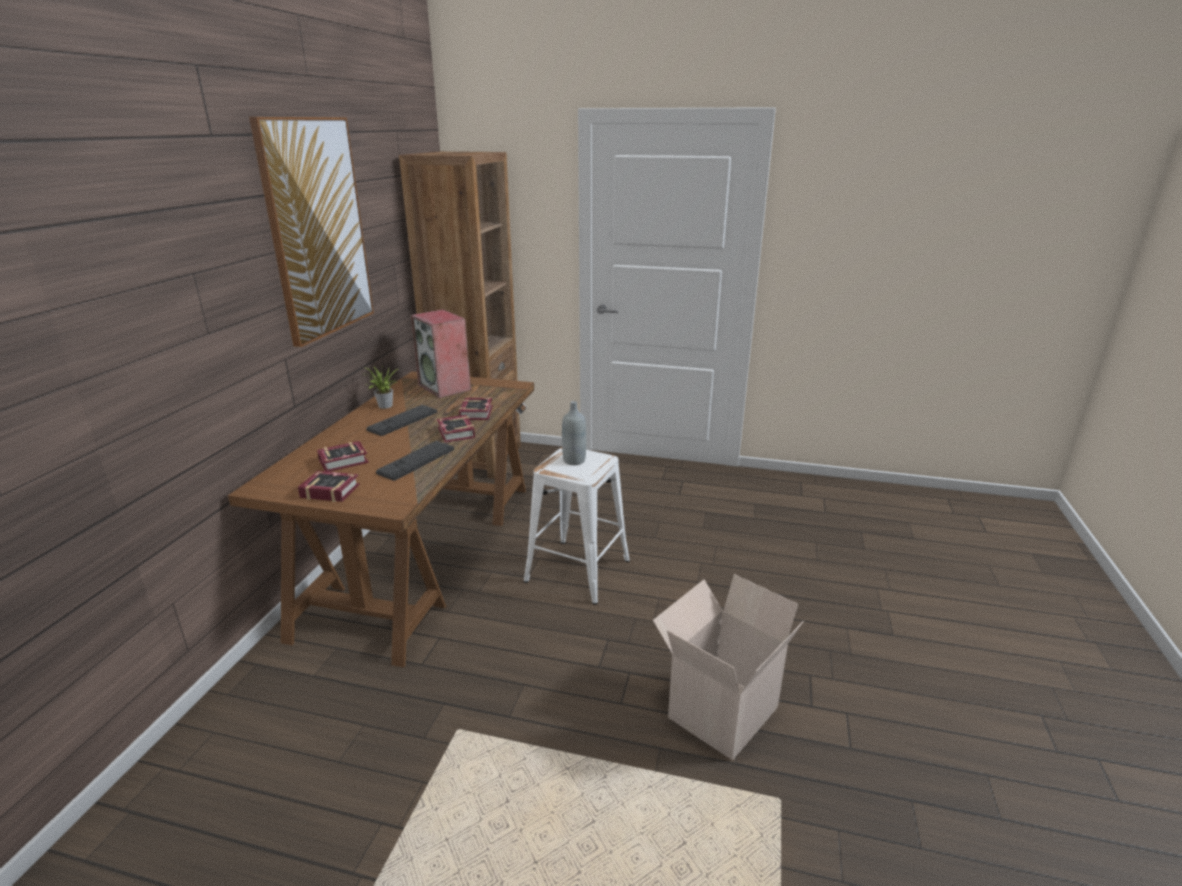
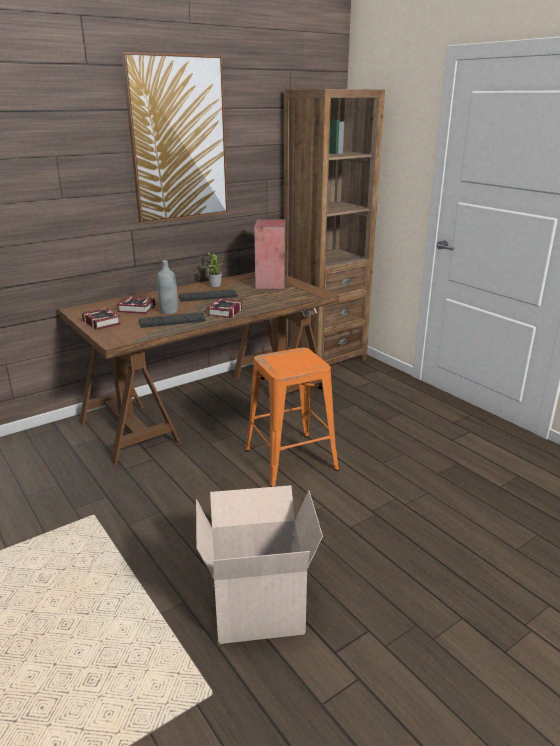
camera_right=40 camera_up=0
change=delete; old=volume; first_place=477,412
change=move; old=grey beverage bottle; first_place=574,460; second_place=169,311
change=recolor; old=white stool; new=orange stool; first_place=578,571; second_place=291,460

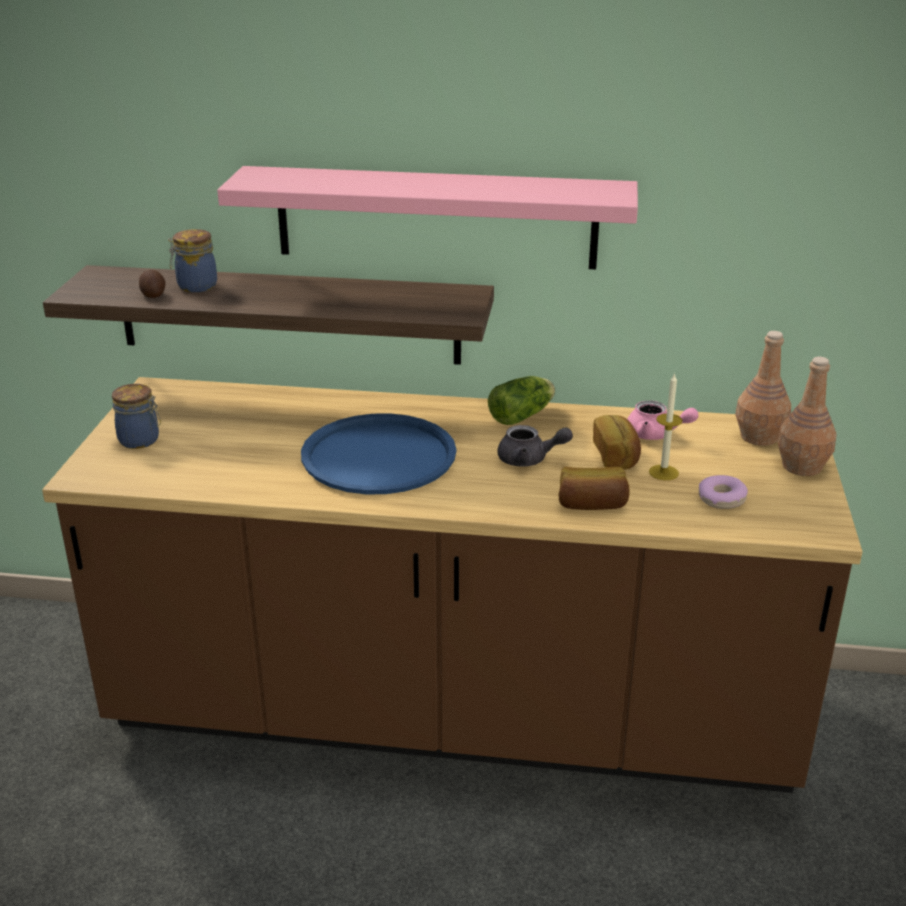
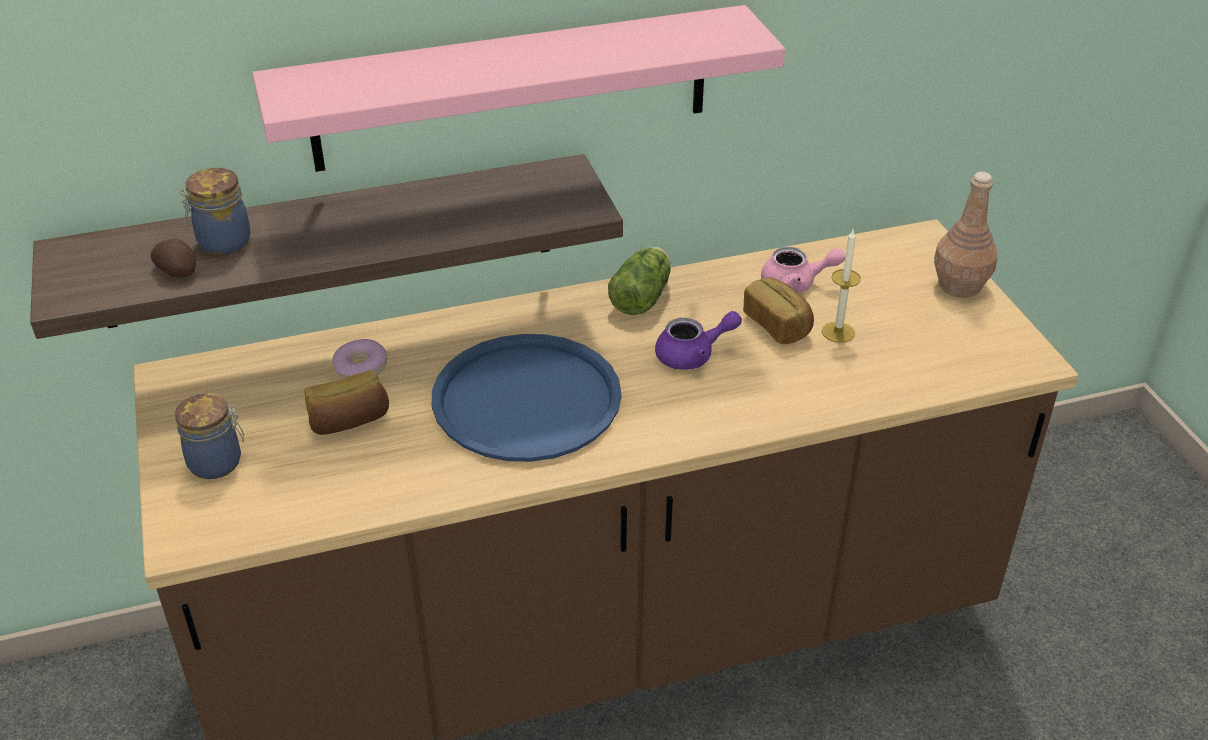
camera_right=-25 camera_up=10
change=delete; old=brownish beverage bottle; first_place=759,437
change=move; old=bakery bread; first_place=591,505; second_place=349,421
change=move; old=donut; first_place=721,499; second_place=361,367
change=recolor; old=grey pot for tea; new=purple pot for tea; first_place=529,459; second_place=693,355

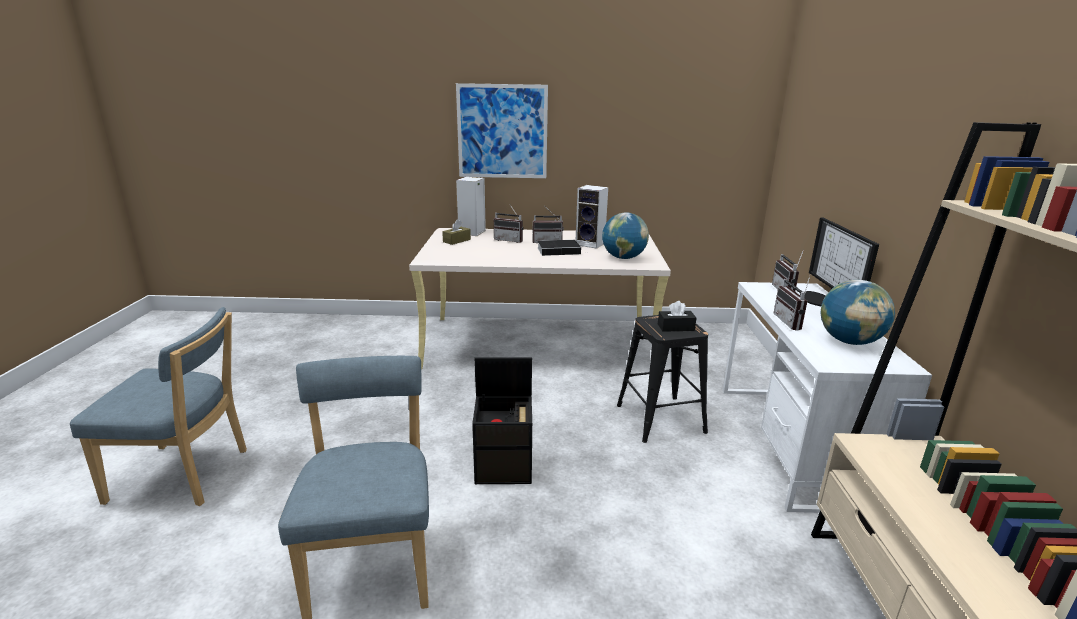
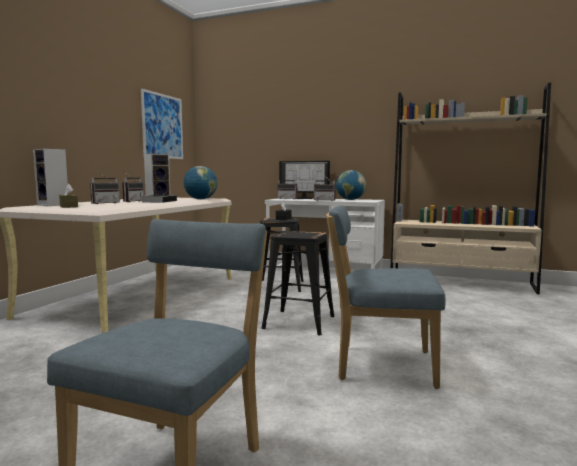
camera_right=-70 camera_up=-15
change=move; old=wall picture; first_place=502,132; second_place=162,126
change=replace; old=black-coloured storage container; new=black-coloured stool; first_place=505,467; second_place=298,322

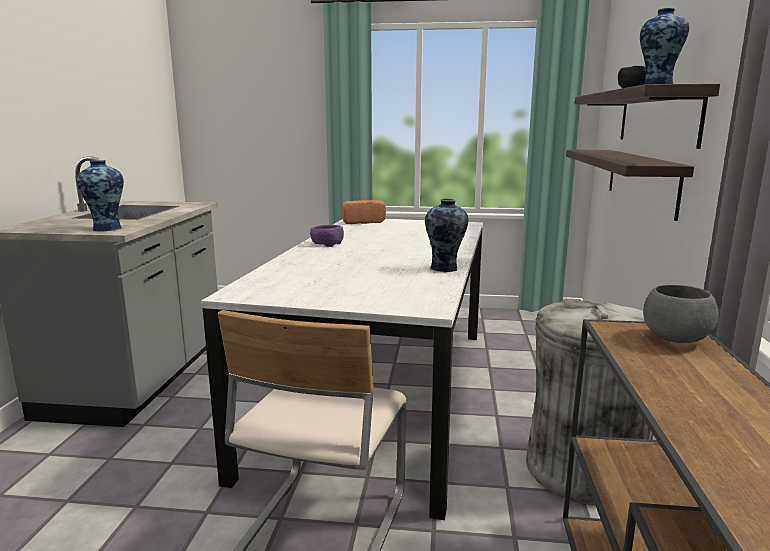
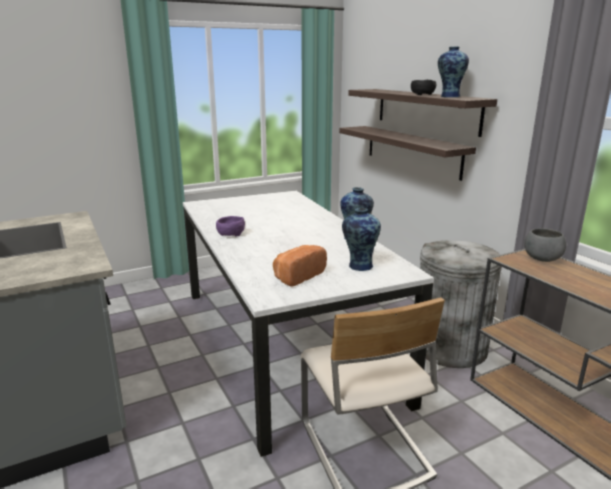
camera_right=-35 camera_up=5
change=move; old=vase; first_place=107,228; second_place=359,266
change=move; old=bakery bread; first_place=362,222; second_place=297,276

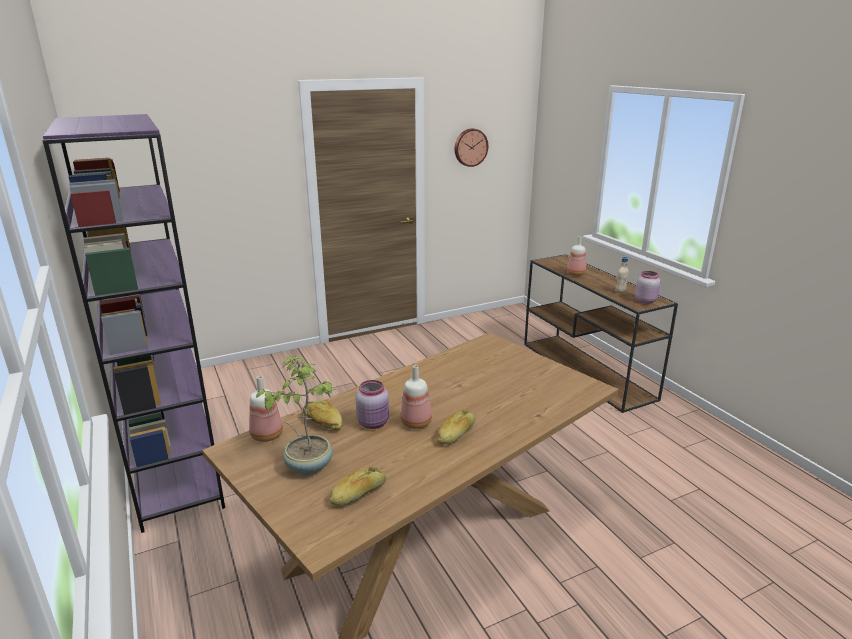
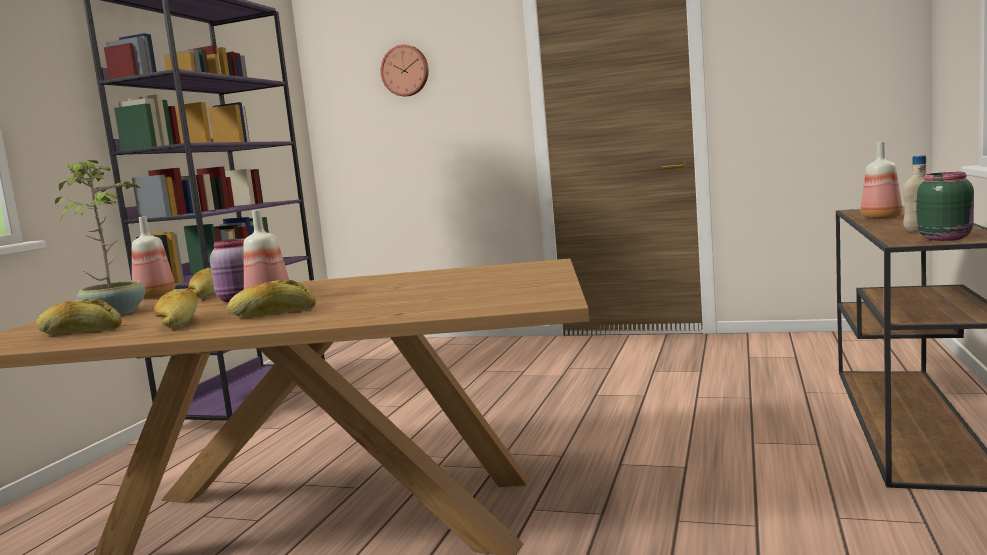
camera_right=45 camera_up=-15
change=insert; new=bakery bread; second_place=179,323
change=move; old=wall clock; first_place=470,147; second_place=405,71
change=recolor; old=pink-coloured preserve jar; new=green preserve jar; first_place=645,300; second_place=946,238

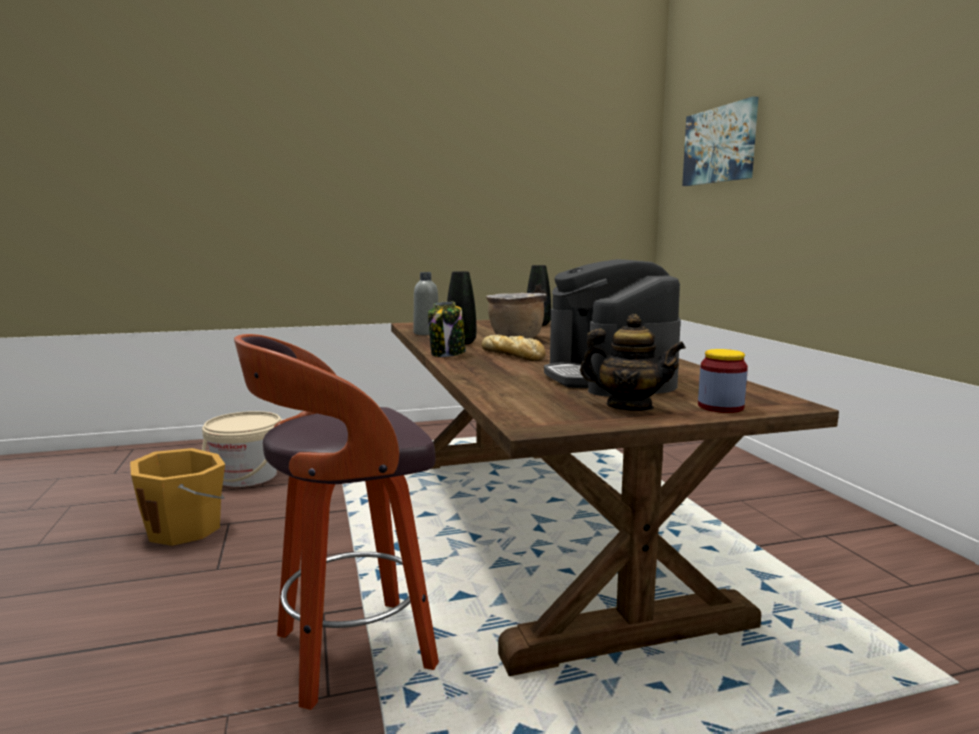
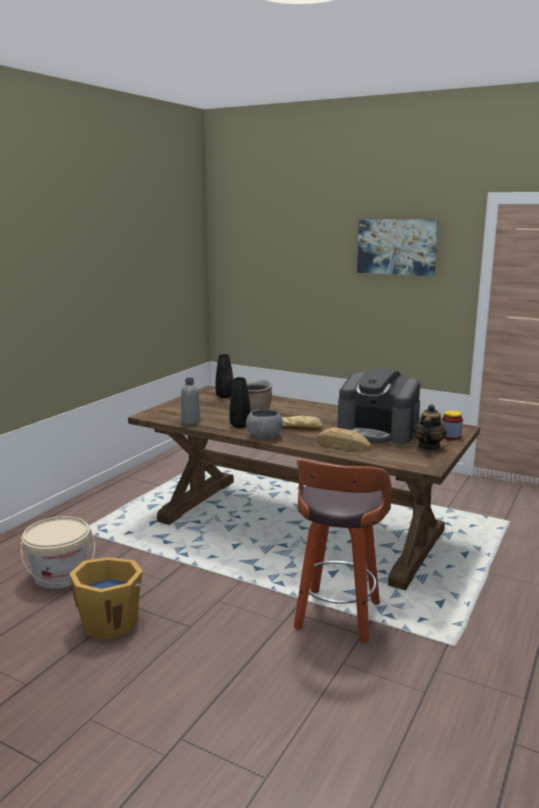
camera_right=-45 camera_up=5
change=insert; new=bakery bread; second_place=342,445
change=move; old=wall picture; first_place=719,145; second_place=397,247
change=replace; old=preserve jar; new=grey serving bowl; first_place=447,354; second_place=264,436
change=rotate; old=pot for tea; first_place=629,407; second_place=428,446; degrees=-45

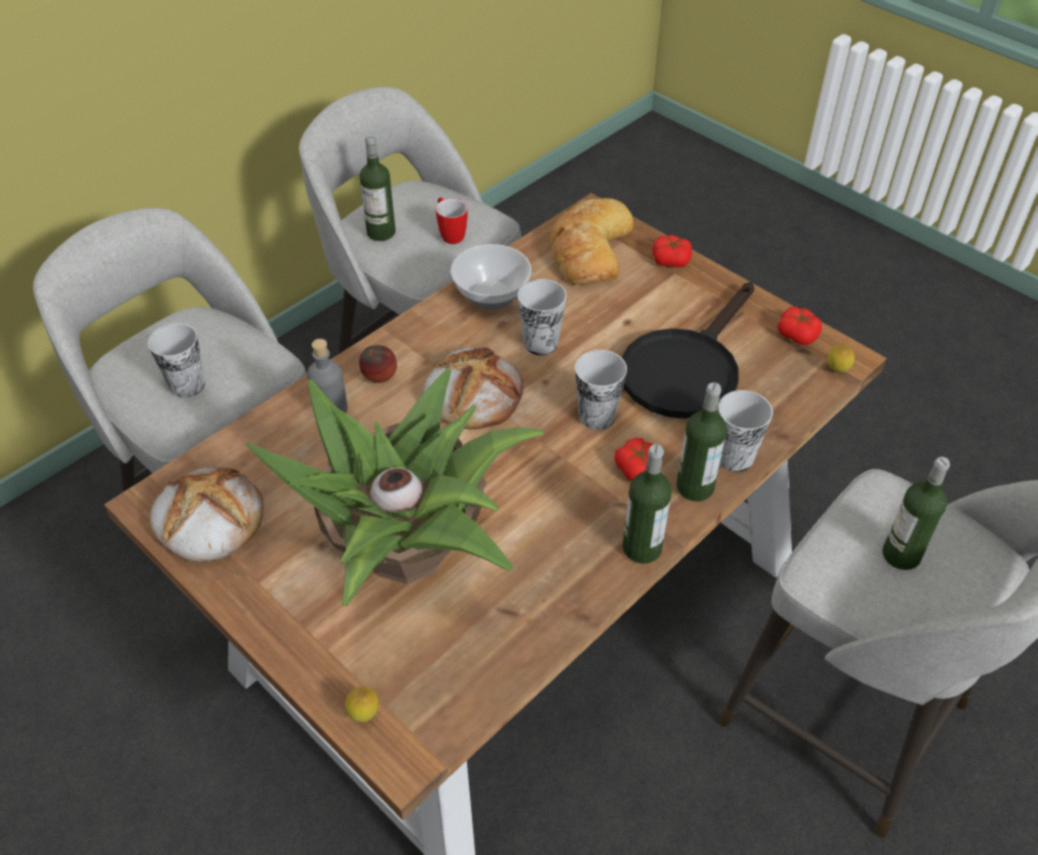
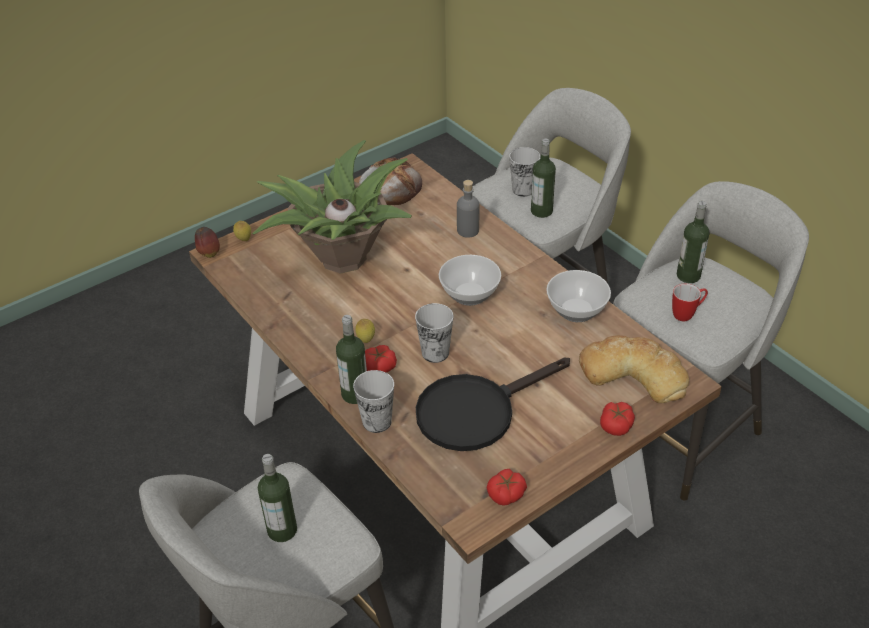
camera_right=100 camera_up=-5
change=delete; old=drinking cup; first_place=541,343
change=move; old=apple fruit; first_place=380,379; second_place=209,253
change=move; old=beverage bottle; first_place=642,548; second_place=541,211
change=move; old=whole lemon; first_place=836,371; second_place=366,340
change=replace; old=bakery bread; new=serving bowl; first_place=473,393; second_place=470,293
change=rotate; old=black-coloured frying pan; first_place=685,368; second_place=476,411; degrees=-75

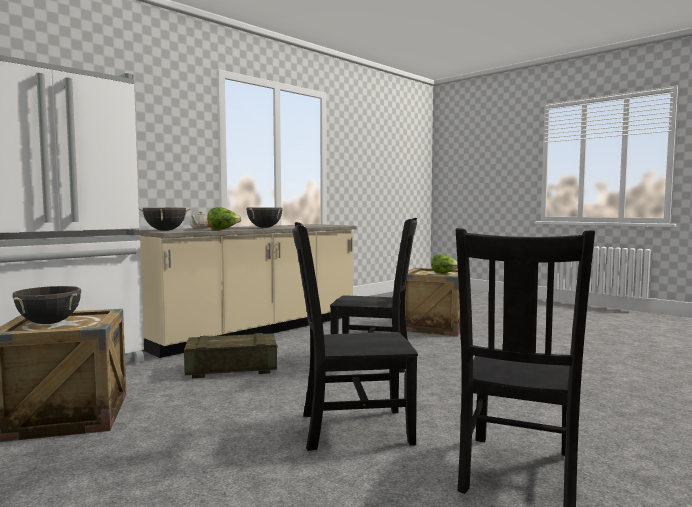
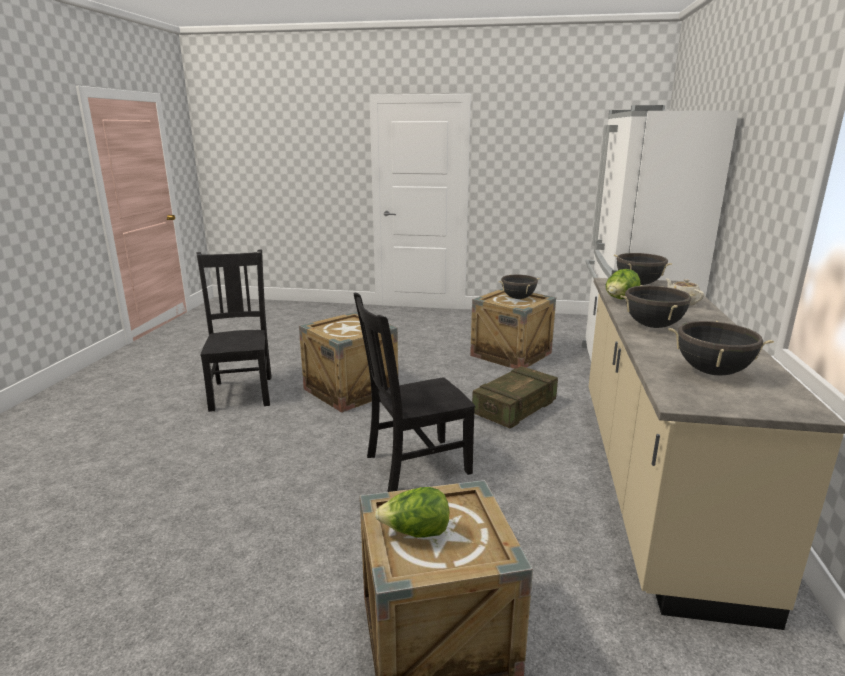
camera_right=145 camera_up=15
change=insert; new=black-coloured saucepot; second_place=712,372
change=replace; old=black-coloured upright chair; new=shipping crate; first_place=351,428; second_place=350,390

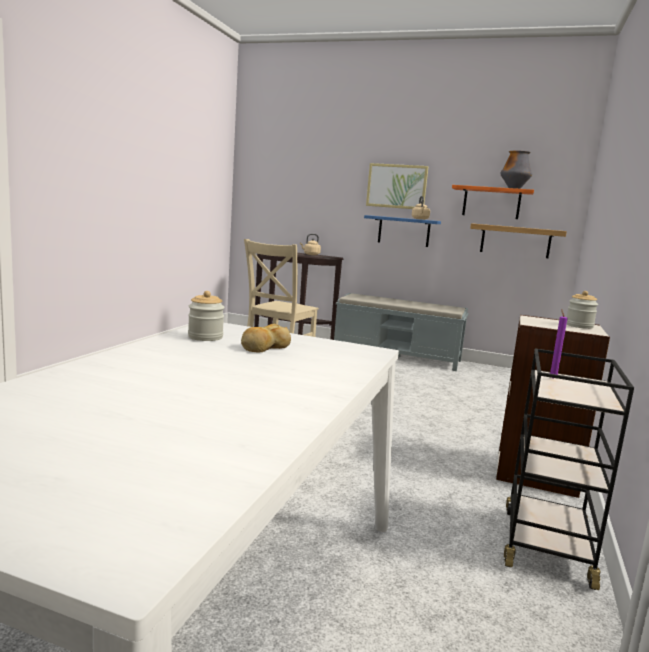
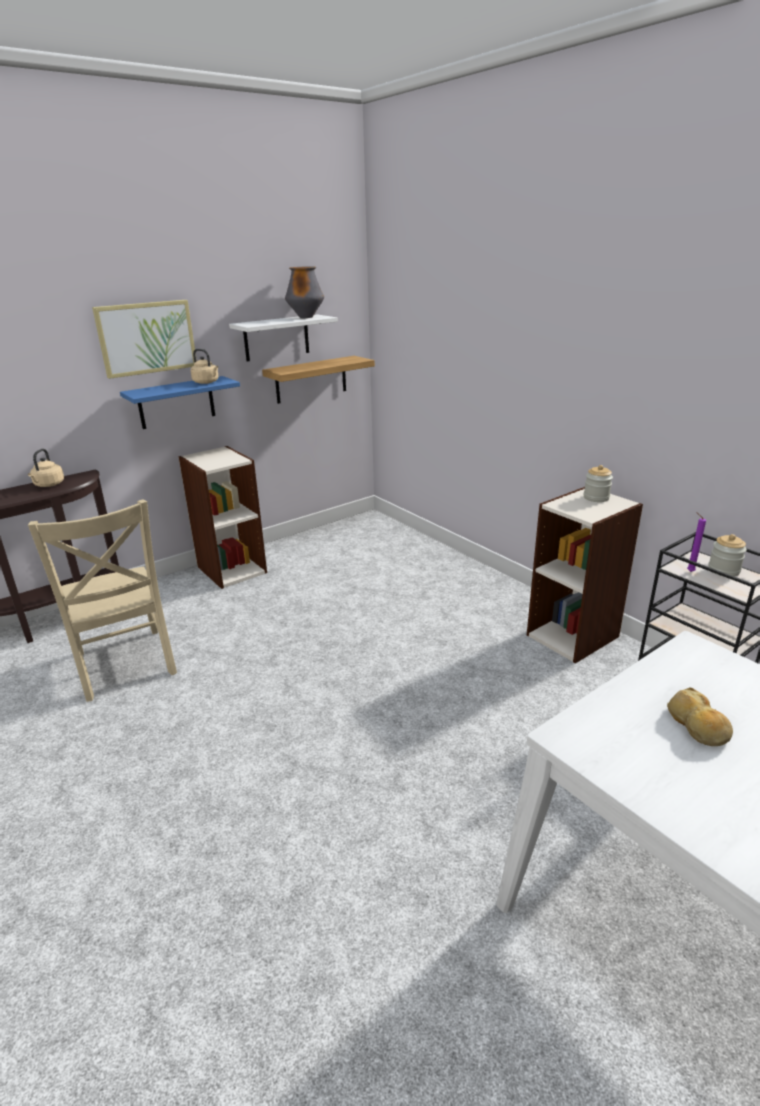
camera_right=-55 camera_up=15
change=move; old=preserve jar; first_place=205,337; second_place=723,570
change=replace; old=grey bench; new=bookcase; first_place=398,356; second_place=231,569
change=recolor; old=orange shelf; new=white shelf; first_place=491,203; second_place=276,338

